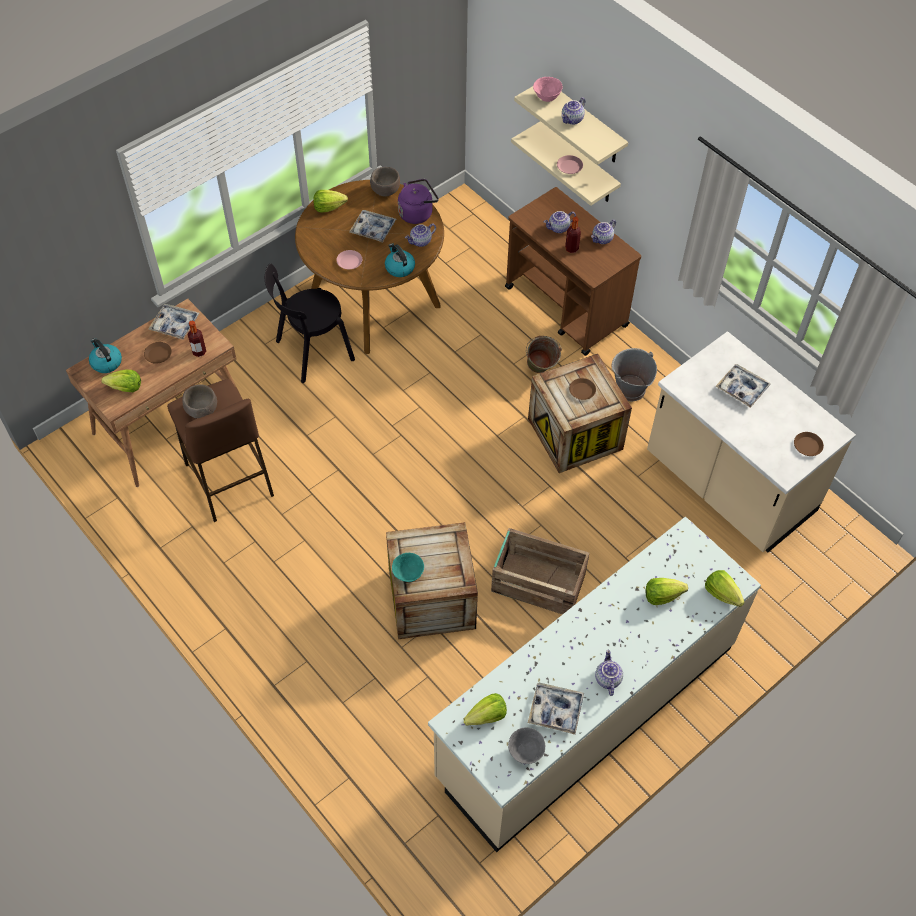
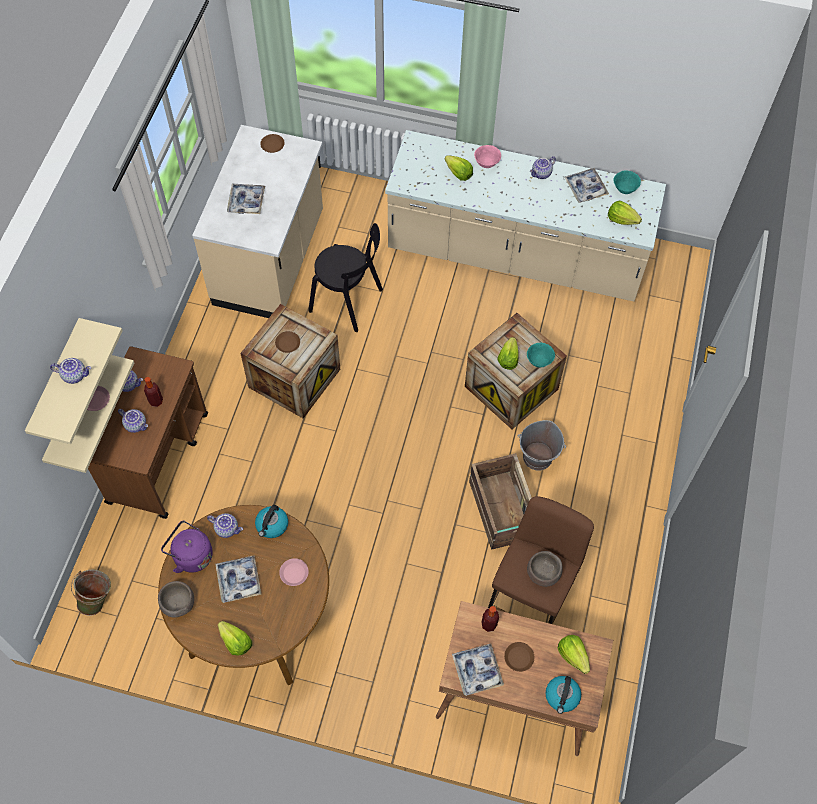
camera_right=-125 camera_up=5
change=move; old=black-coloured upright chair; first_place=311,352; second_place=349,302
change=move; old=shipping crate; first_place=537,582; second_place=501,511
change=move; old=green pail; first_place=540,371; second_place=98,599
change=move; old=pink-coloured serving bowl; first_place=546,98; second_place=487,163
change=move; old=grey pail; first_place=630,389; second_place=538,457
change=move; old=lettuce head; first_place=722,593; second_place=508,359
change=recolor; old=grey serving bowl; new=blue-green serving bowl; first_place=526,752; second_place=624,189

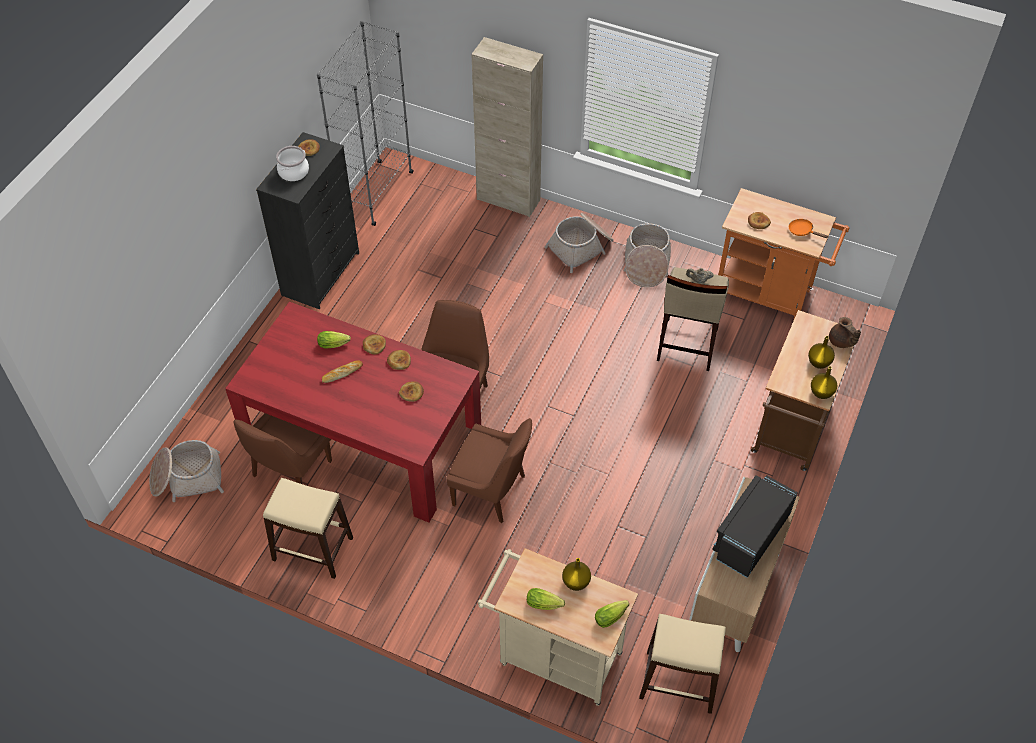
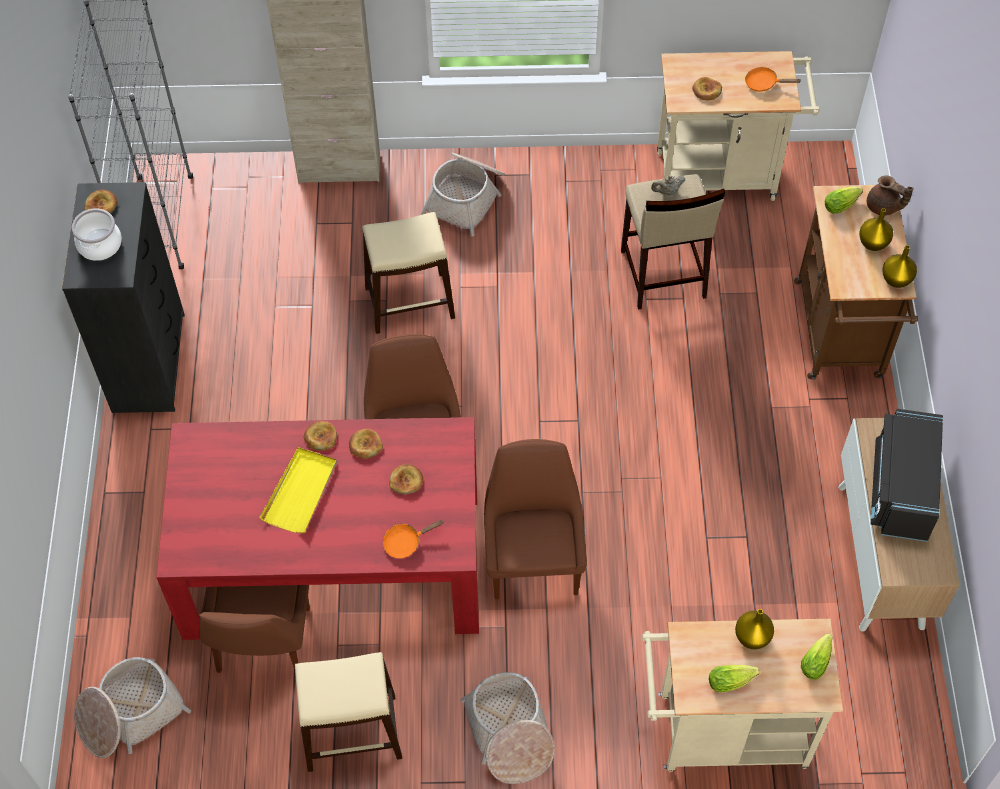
camera_right=-25 camera_up=5
change=insert; new=orange frying pan; second_place=406,542
change=move; old=lettuce head; first_place=335,344; second_place=842,204
change=move; old=basket; first_place=646,263; second_place=509,733
change=move; old=sand-coloured stool; first_place=678,681; second_place=409,302
change=replace; old=bakery bread; new=yellowish tray; first_place=342,373; second_place=301,492
change=recolor; old=orange wheeled cart; new=sand-coloured wheeled cart; first_place=769,296; second_place=724,174
change=rotate; old=brownish upright chair; first_place=492,491; second_place=533,560; degrees=-90

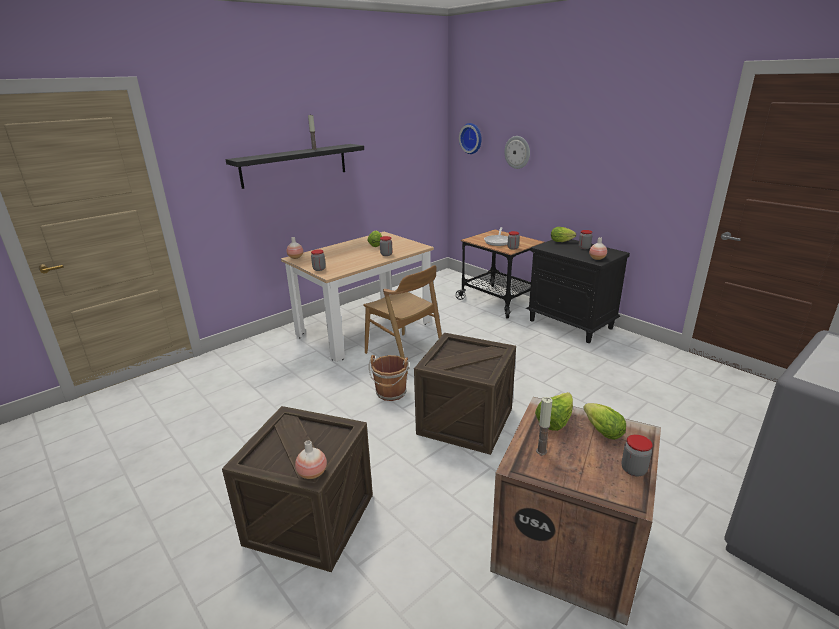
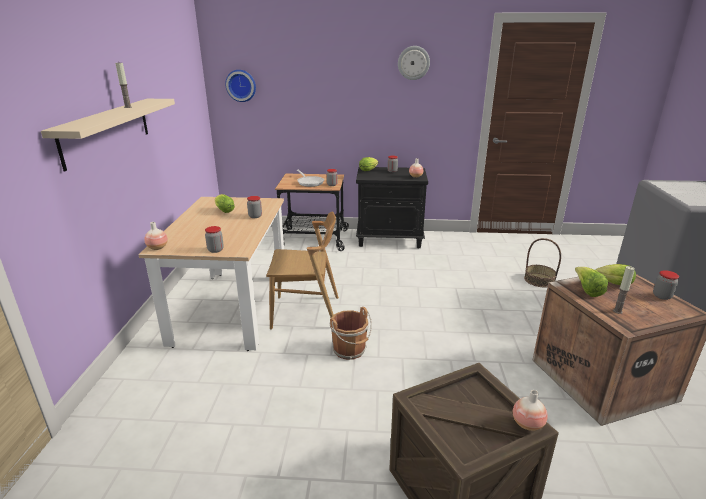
camera_right=-45 camera_up=0
change=delete; old=shipping crate; first_place=465,421
change=insert; new=basket; second_place=539,280
change=move; old=wall clock; first_place=517,152; second_place=413,63
change=recolor; old=black-coloured shelf; new=sand-coloured shelf; first_place=294,165; second_place=107,131

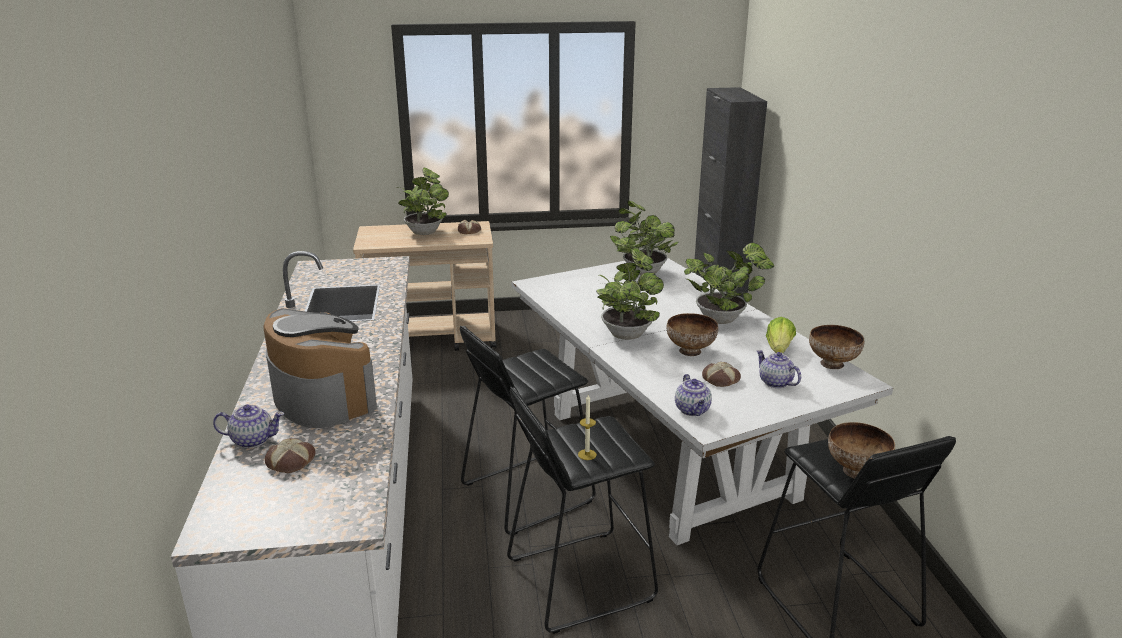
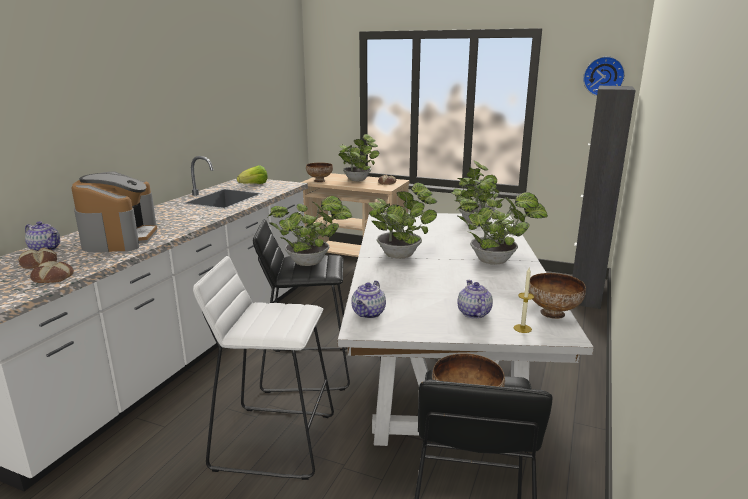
camera_right=30 camera_up=-5
change=insert; new=plant in a pot; second_place=311,262
change=insert; new=wall clock; second_place=603,76
change=move; old=wax light; first_place=587,454; second_place=522,328
change=move; old=serving bowl; first_place=690,351; second_place=319,181
change=move; old=bakery bread; first_place=721,380; second_place=52,278
change=move; old=lettuce head; first_place=779,349; second_place=254,185
change=recolor; old=black-coloured stool; new=white stool; first_place=578,579; second_place=273,440

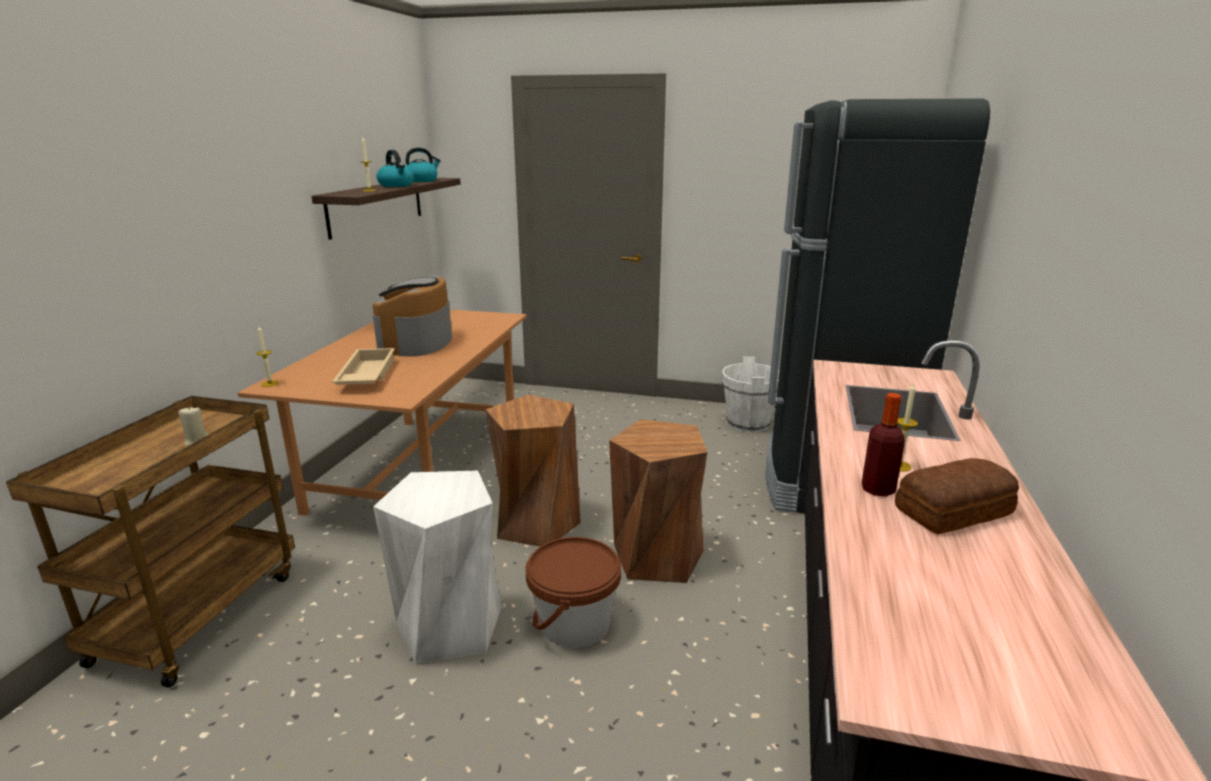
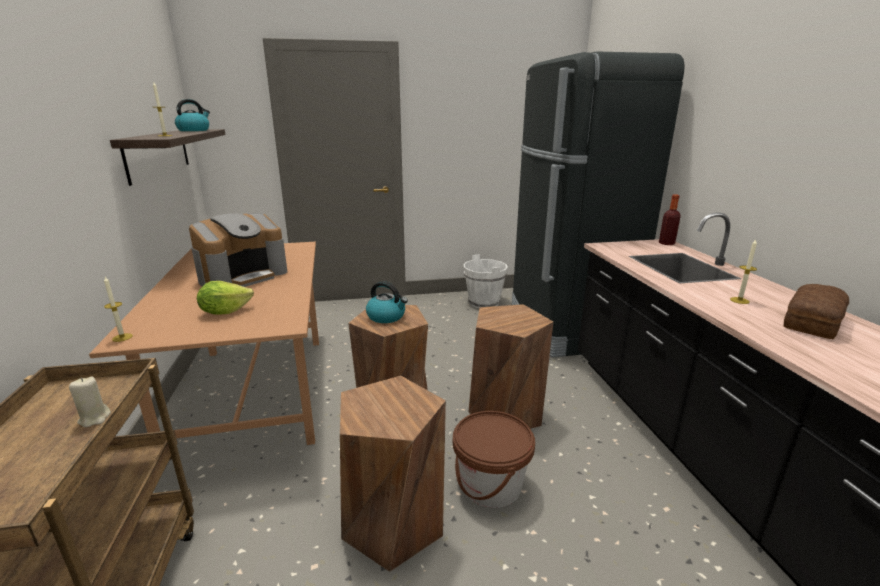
camera_right=-25 camera_up=0
change=move; old=kettle; first_place=396,185; second_place=387,317
change=move; old=beverage bottle; first_place=878,489; second_place=666,243
change=replace; old=sand-coloured tray; new=lettuce head; first_place=366,375; second_place=225,311
change=recolor; old=white stool; new=brownish stool; first_place=450,626; second_place=393,524
change=rotate; old=coffee brewer; first_place=417,342; second_place=243,276; degrees=-120

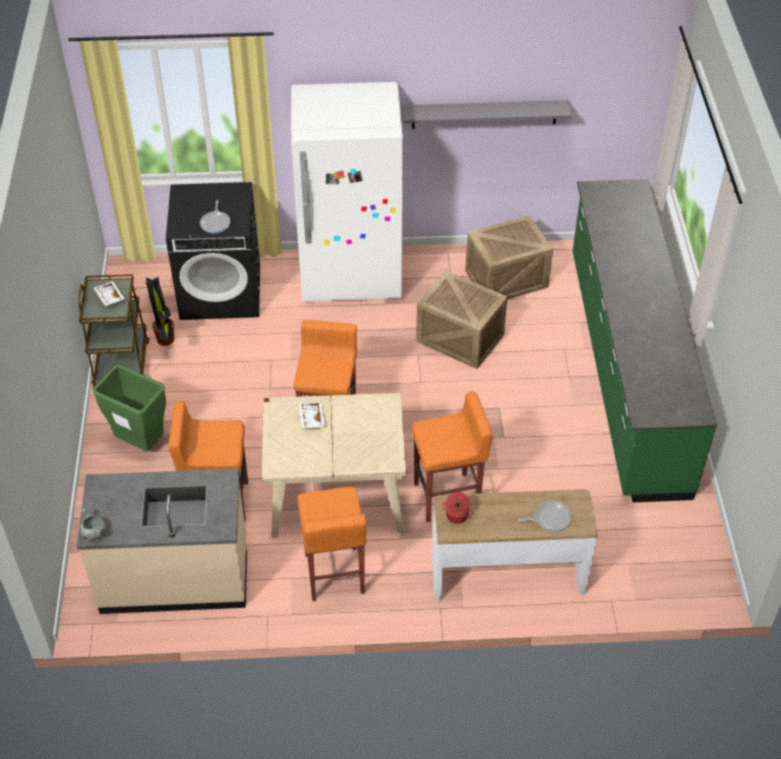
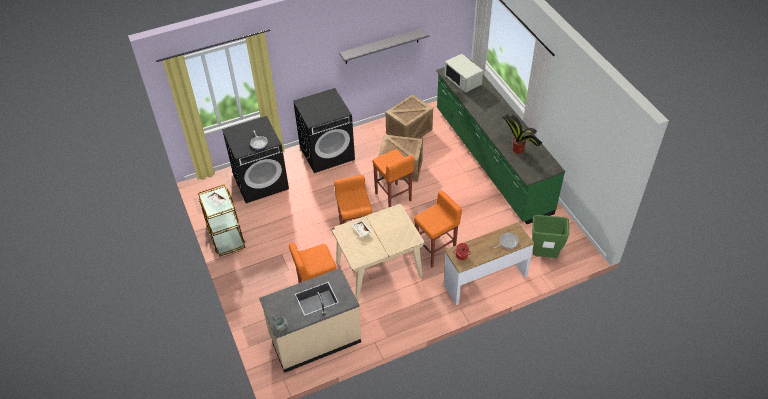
camera_right=-20 camera_up=0
change=insert; new=white microwave oven; second_place=463,81
change=move; old=green rubbish bin; first_place=141,443; second_place=544,255
change=move; old=plant in a pot; first_place=165,340; second_place=518,150
change=move; old=orange stool; first_place=333,574; second_place=393,197
change=replace; old=white fridge; new=black-coloured laundry machine; first_place=351,275; second_place=327,153

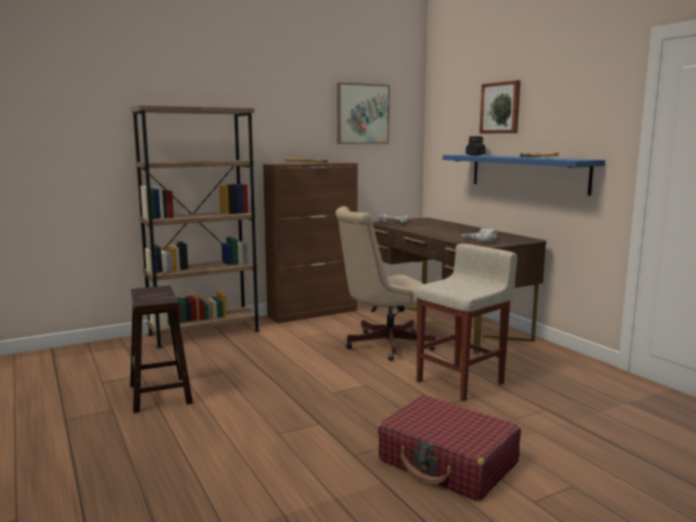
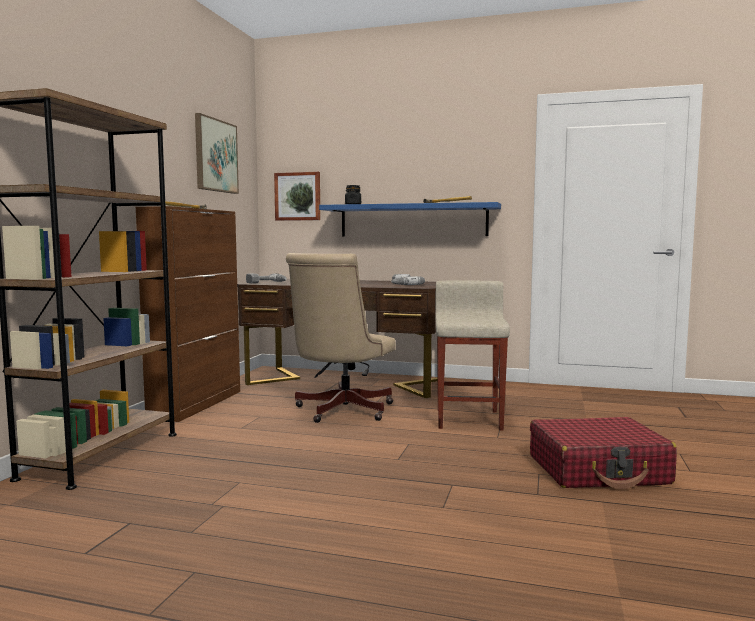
camera_right=-45 camera_up=-5
change=delete; old=brownish stool; first_place=161,394
change=move; old=wall picture; first_place=500,108; second_place=298,196

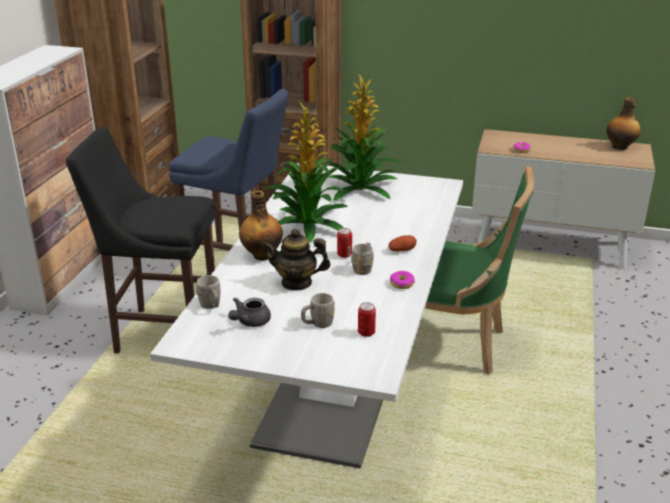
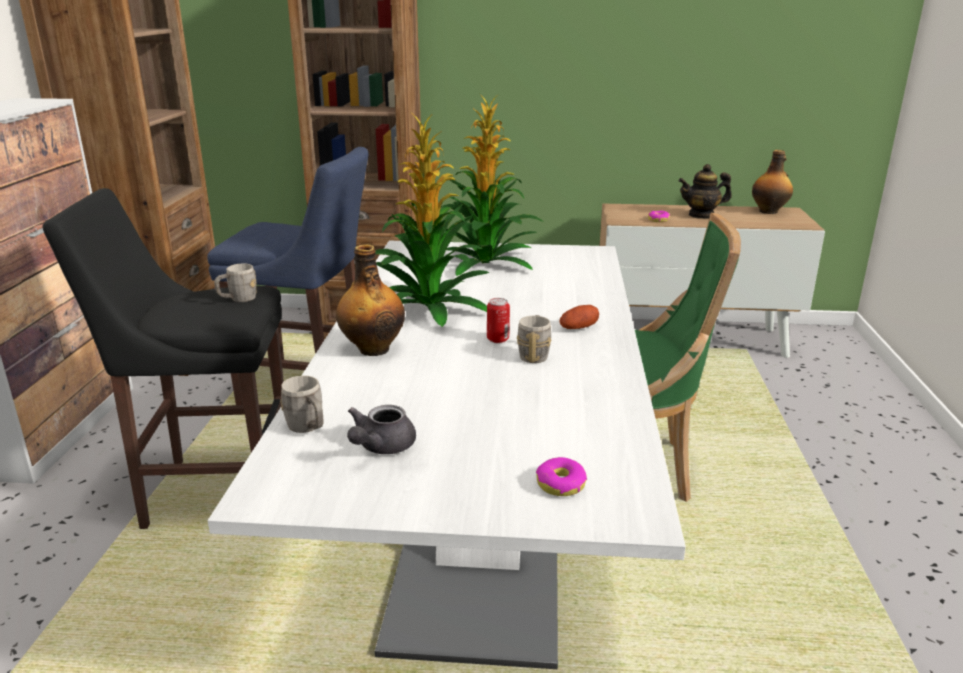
camera_right=-10 camera_up=-5
change=delete; old=sealed can; first_place=366,333
change=move; old=pot for tea; first_place=296,282; second_place=701,215
change=move; old=grey tea mug; first_place=317,324; second_place=238,300
change=move; old=donut; first_place=401,284; second_place=560,484

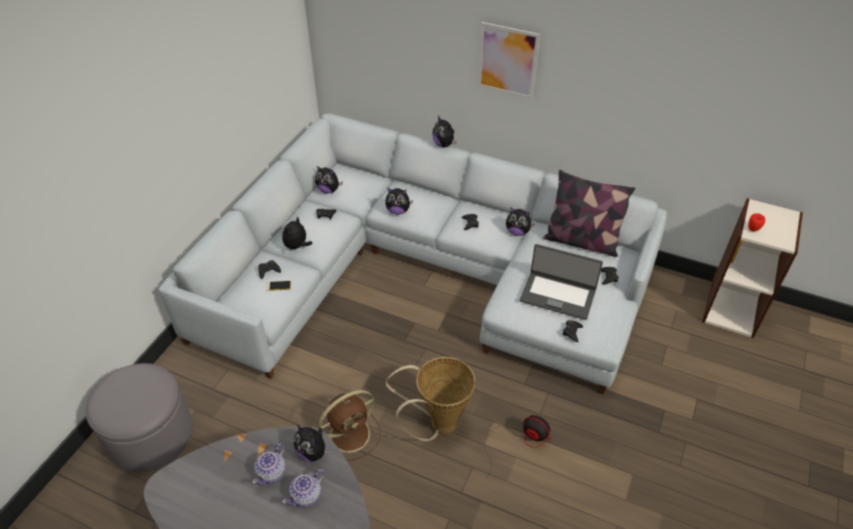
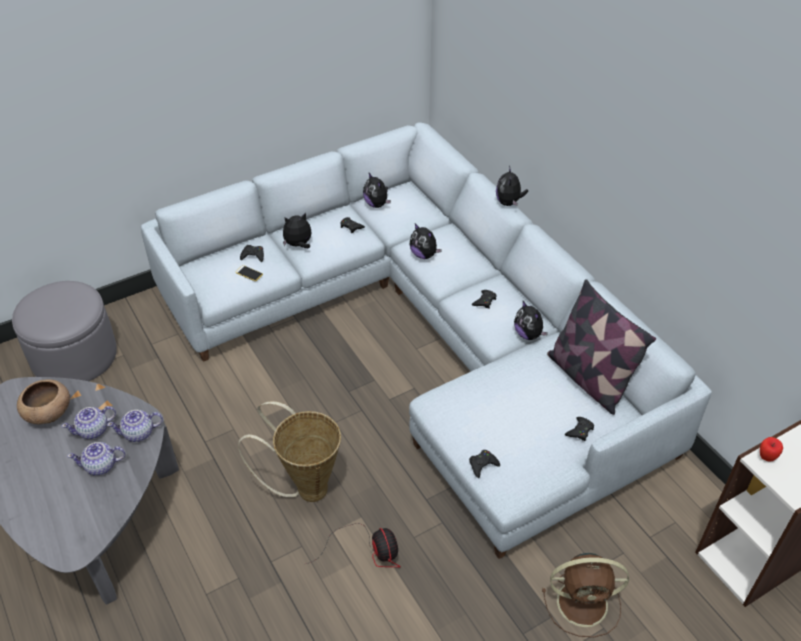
camera_right=35 camera_up=0
change=delete; old=wall picture; first_place=507,60
change=delete; old=laptop; first_place=558,295
change=insert; new=brownish serving bowl; second_place=48,413
change=move; old=brownish cooling fan; first_place=351,433; second_place=584,603
change=replace; old=soft toy; new=pot for tea; first_place=313,452; second_place=139,433

